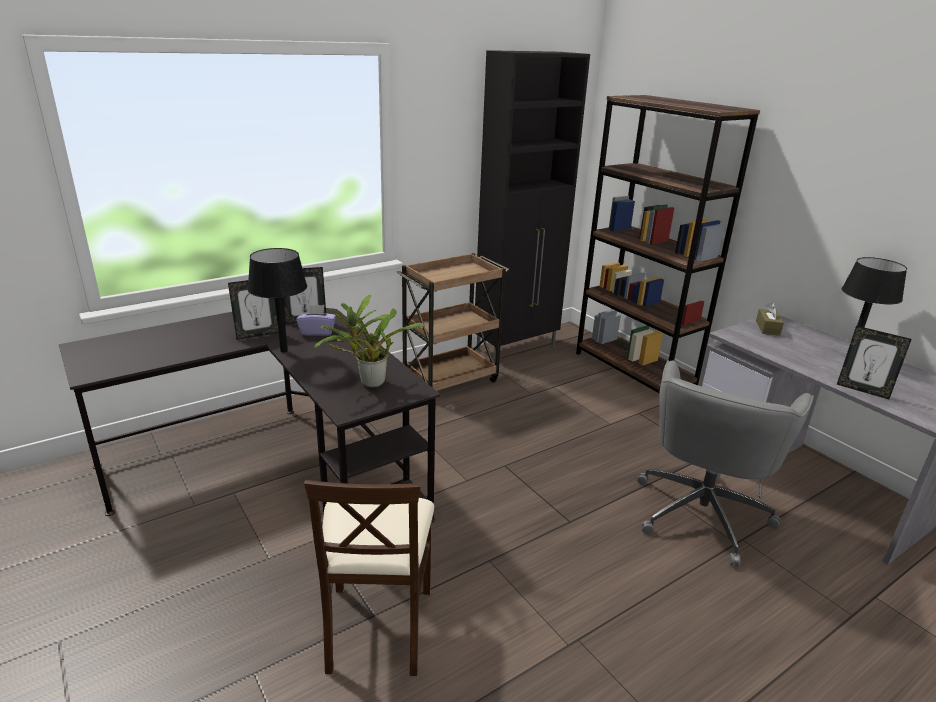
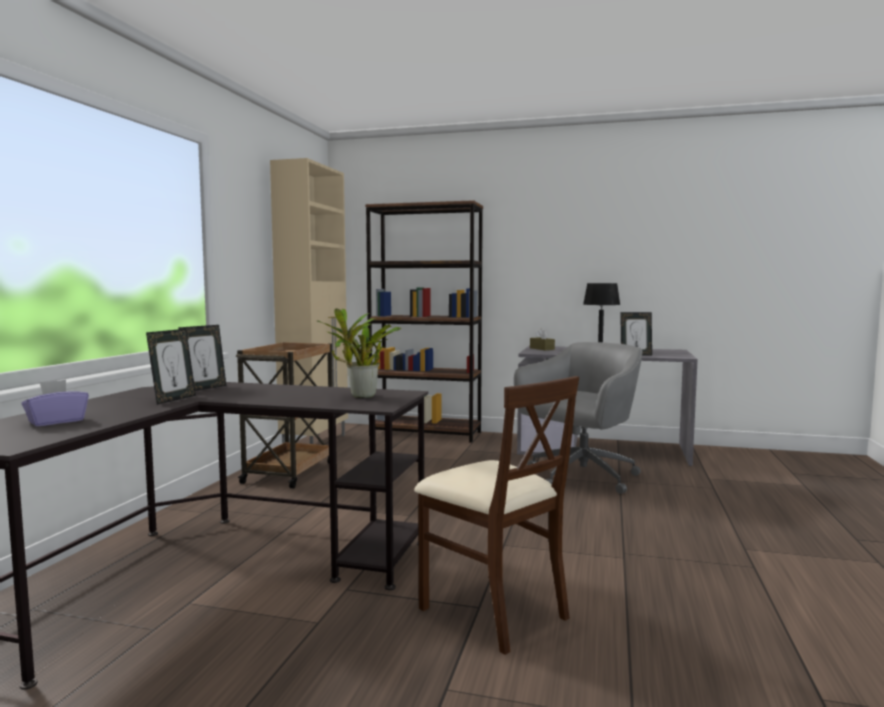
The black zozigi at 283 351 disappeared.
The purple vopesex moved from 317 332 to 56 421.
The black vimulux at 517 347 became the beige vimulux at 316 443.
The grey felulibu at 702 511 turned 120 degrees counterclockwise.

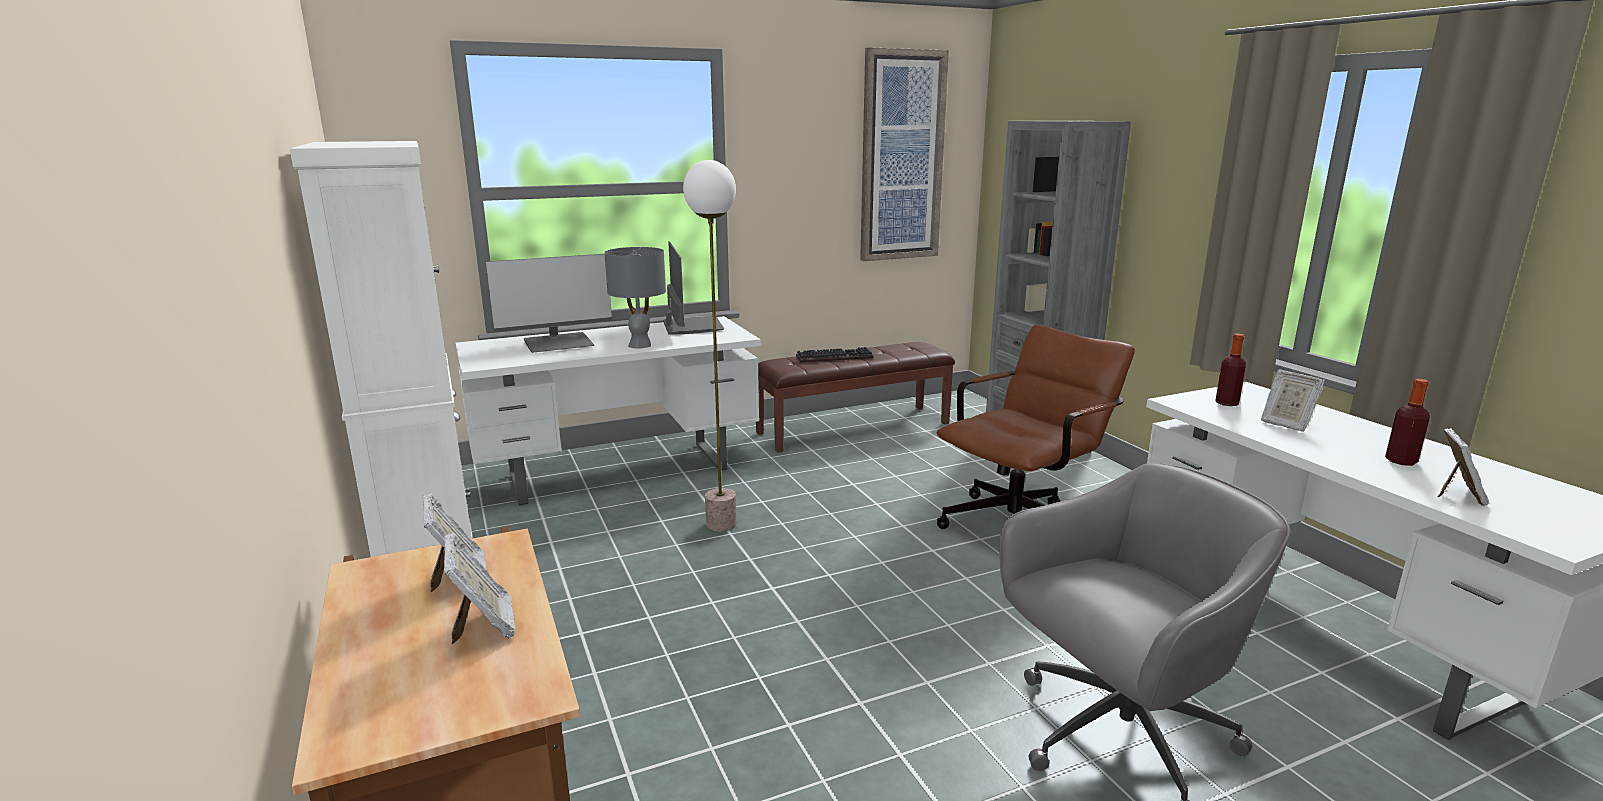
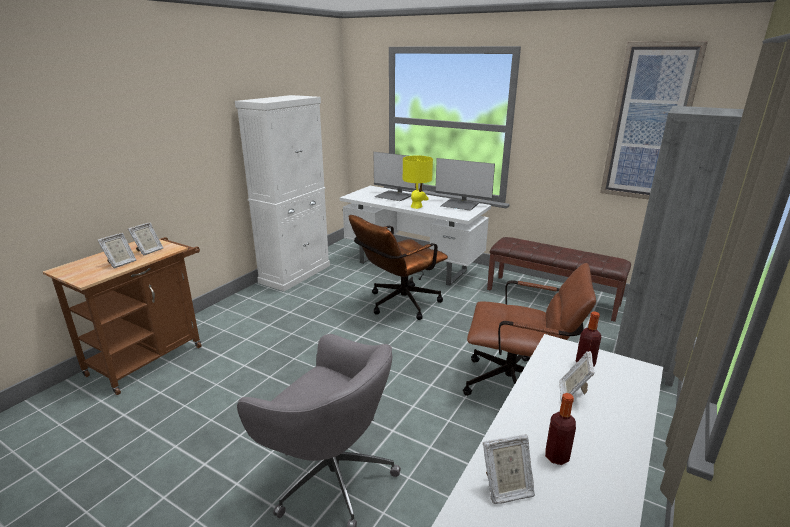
The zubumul at 835 357 disappeared.
The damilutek at 720 524 was replaced by the brown felulibu at 398 304.
The grey zozigi at 640 345 became the yellow zozigi at 416 206.
The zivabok at 690 326 turned 75 degrees clockwise.

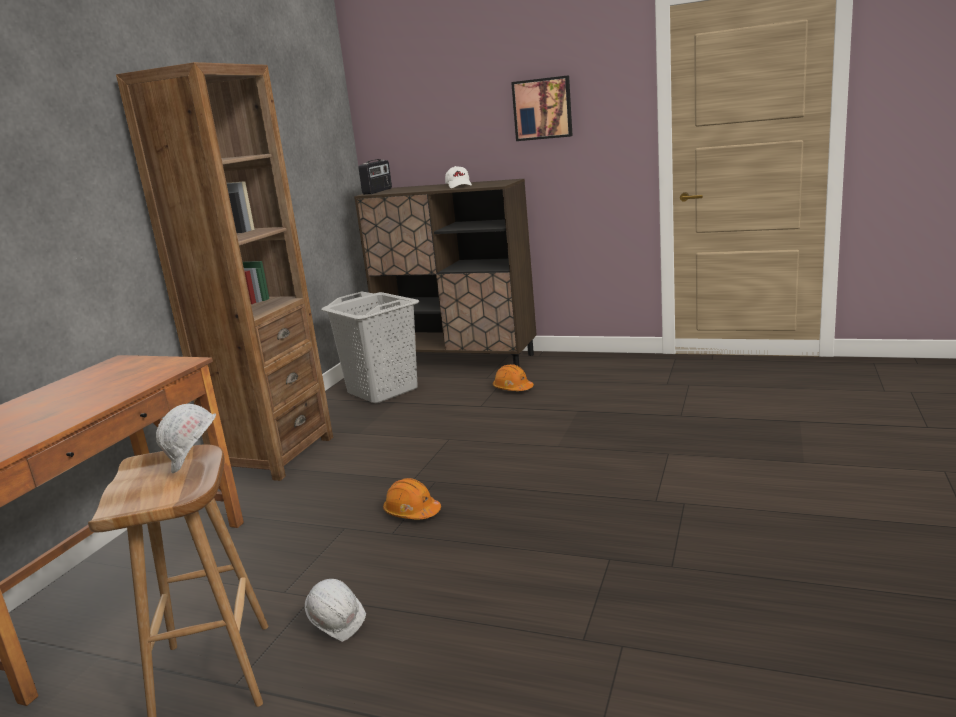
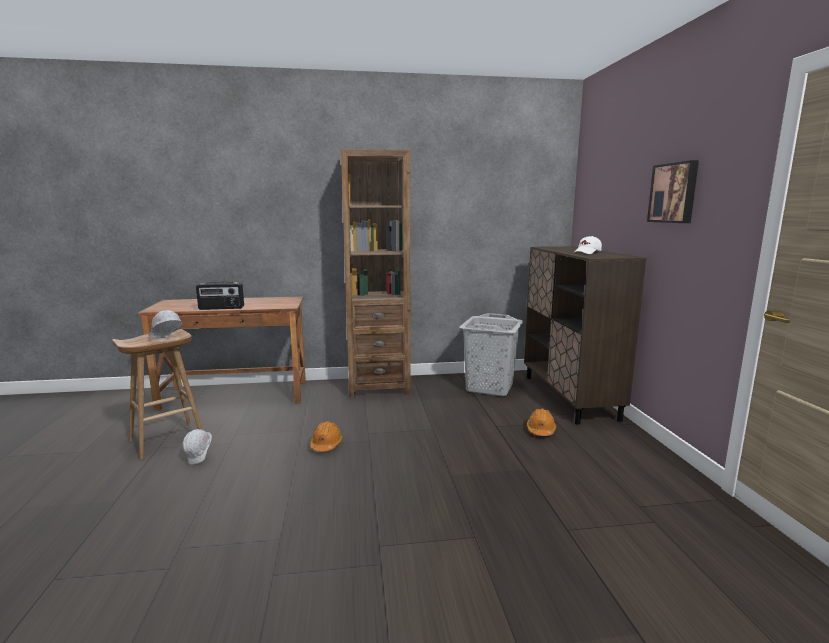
The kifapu moved from 378 191 to 221 308.

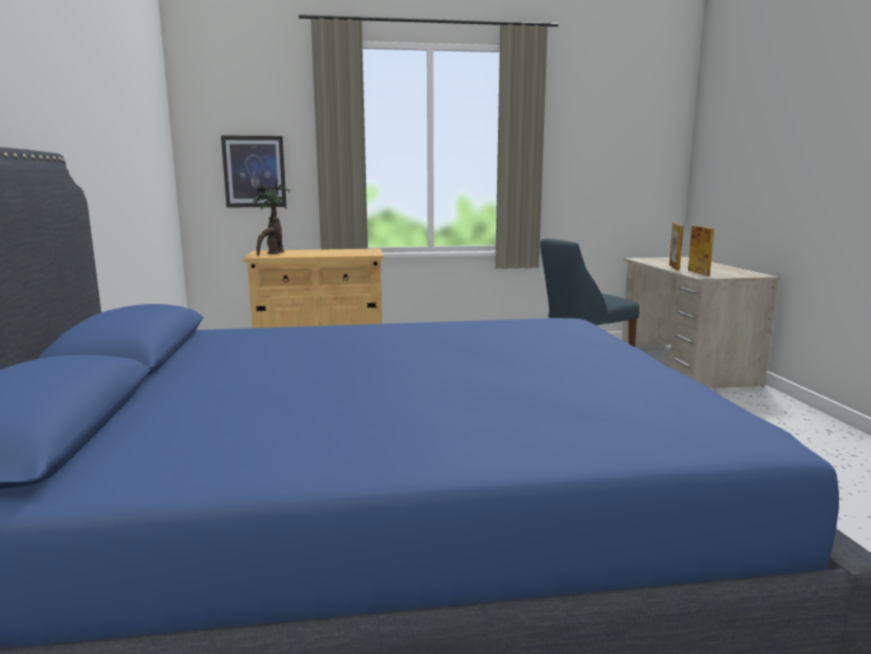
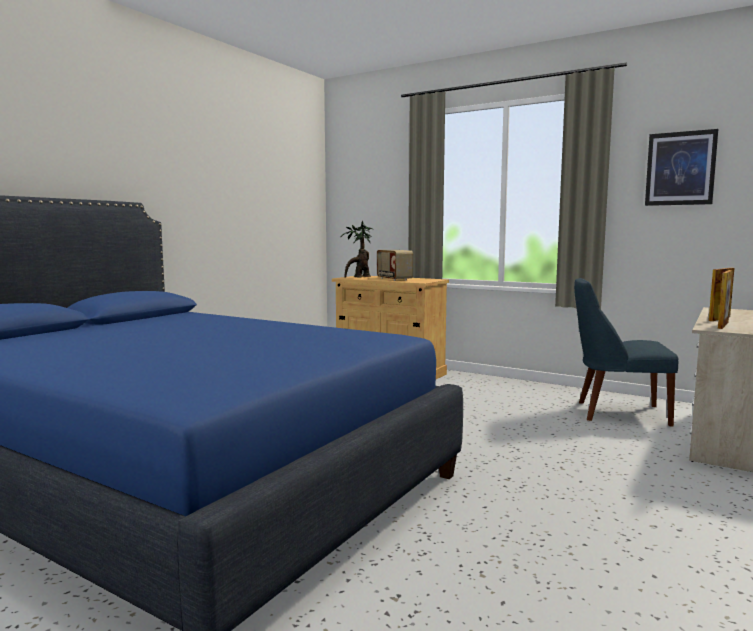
The kifapu at 393 279 appeared.
The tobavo moved from 254 171 to 680 168.

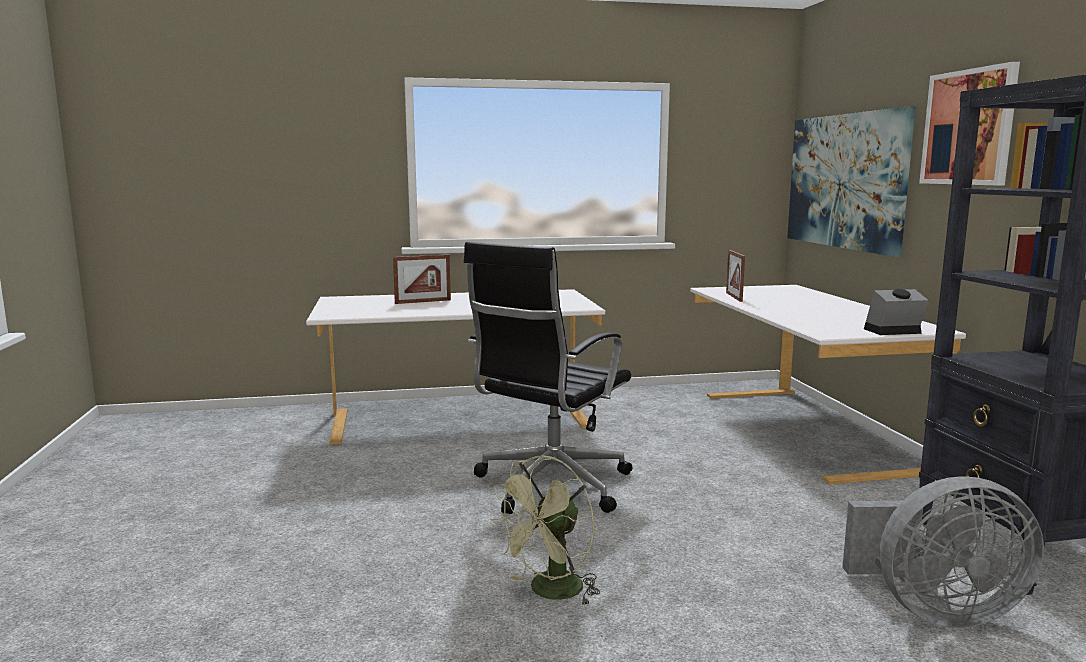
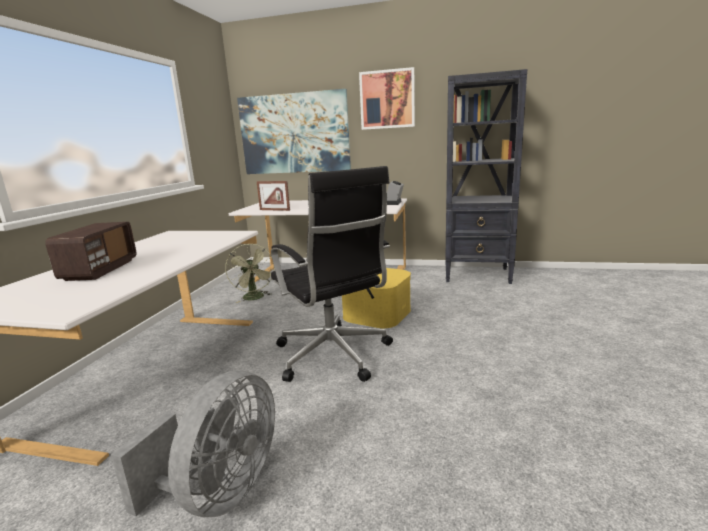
The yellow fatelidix at 377 313 appeared.
The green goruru moved from 550 592 to 255 298.
The grey goruru moved from 934 611 to 220 492.
The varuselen at 423 301 was replaced by the kifapu at 100 270.

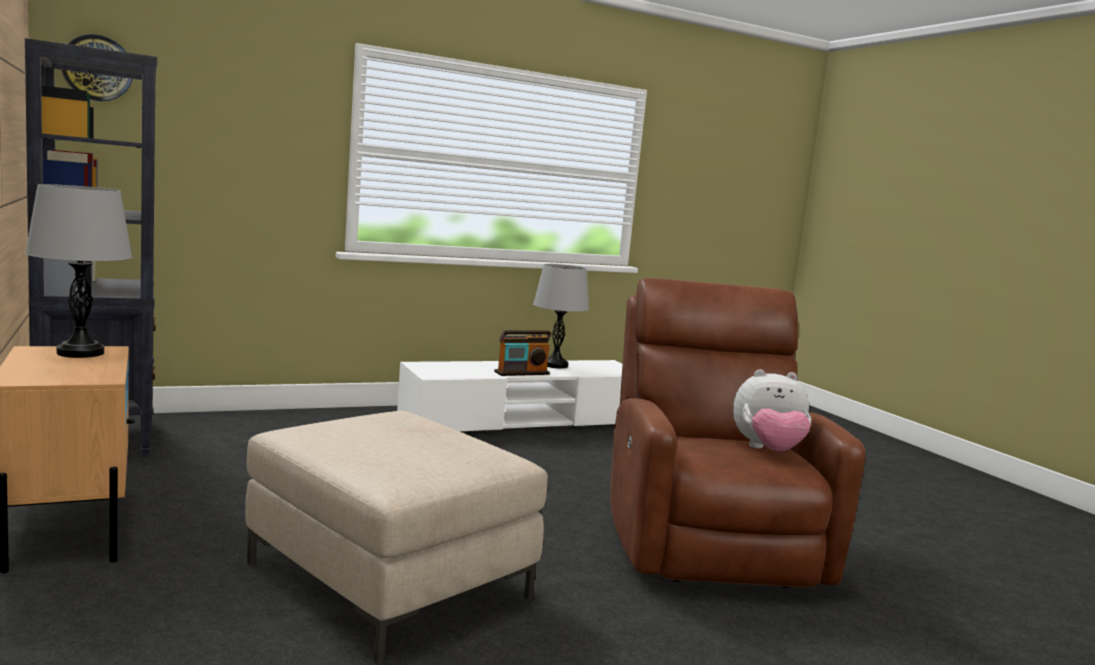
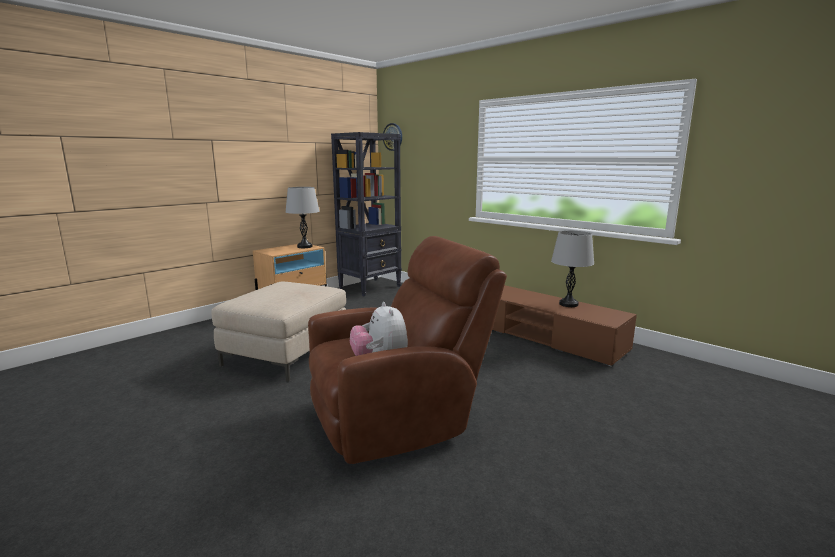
The kifapu at 522 373 disappeared.
The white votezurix at 523 420 became the brown votezurix at 538 335.

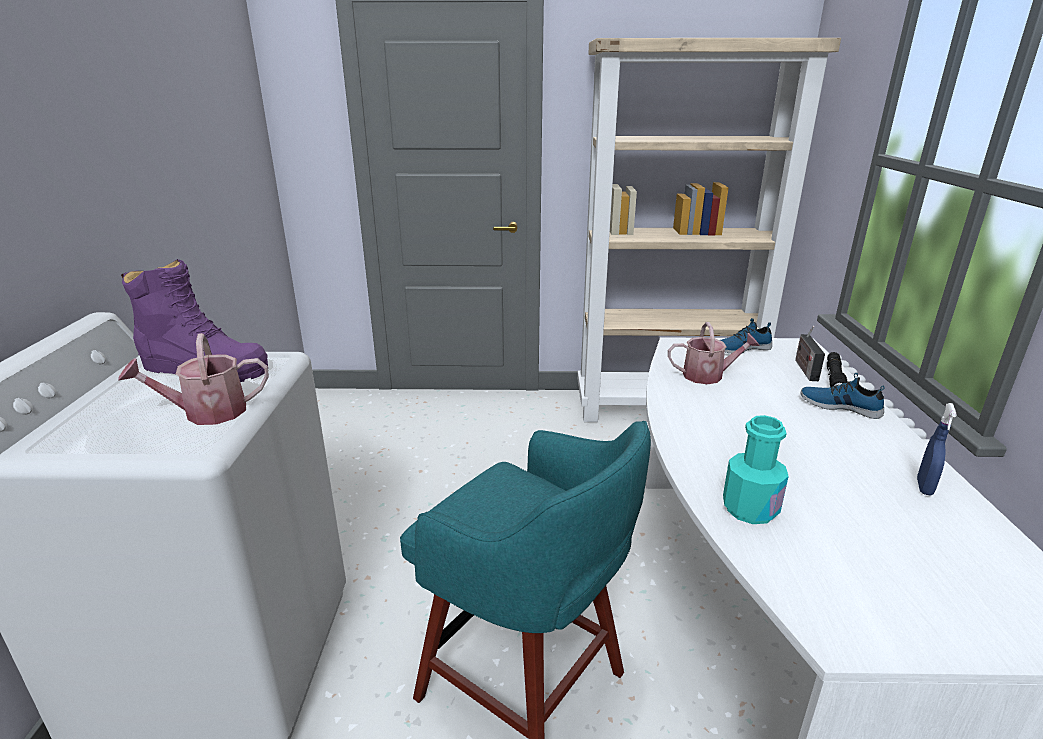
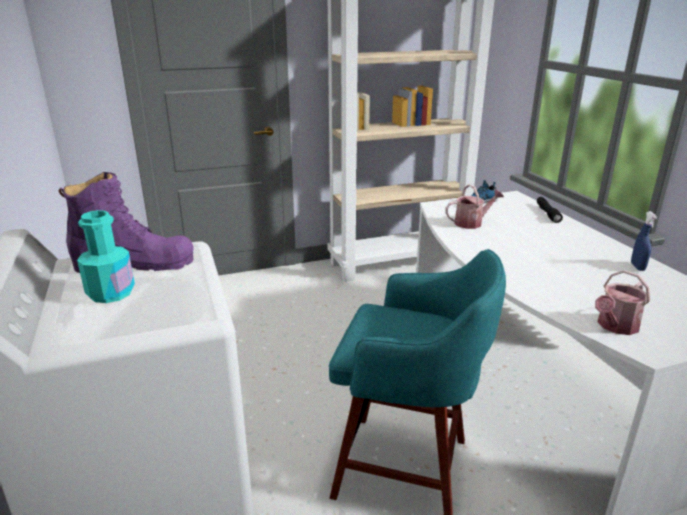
The kifapu at 804 369 disappeared.
The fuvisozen at 840 406 disappeared.
The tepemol moved from 207 413 to 615 326.
The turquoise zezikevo moved from 750 509 to 111 293.

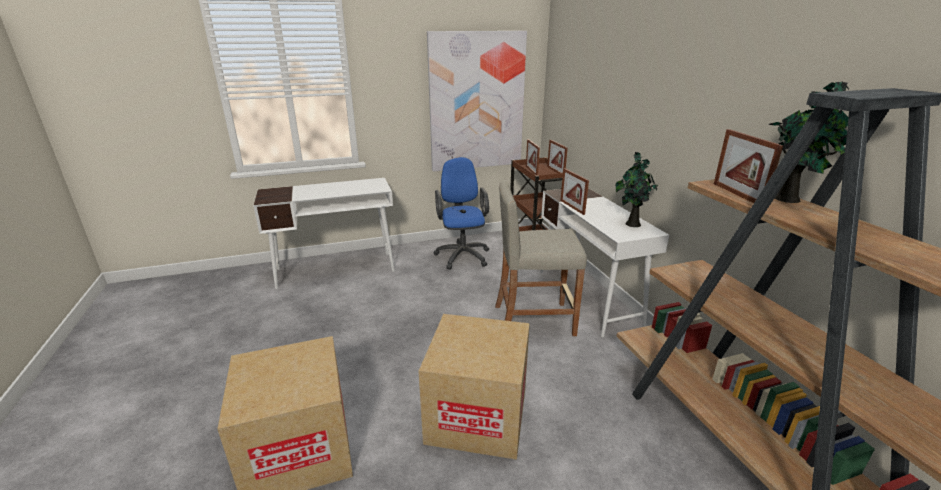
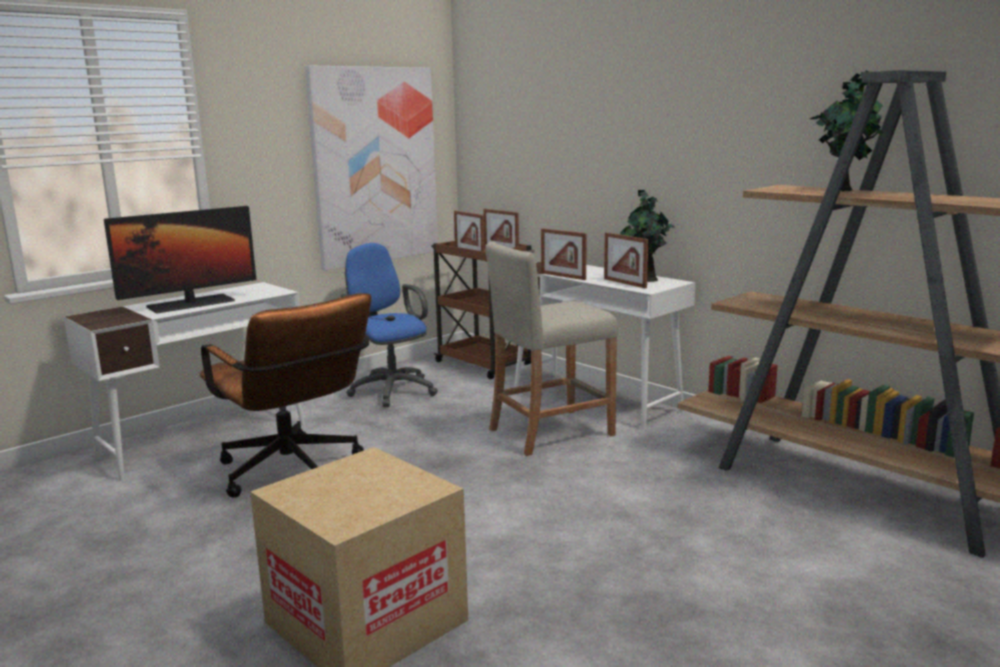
The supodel at 477 416 disappeared.
The zivabok at 191 304 appeared.
The brown felulibu at 295 474 appeared.
The varuselen moved from 737 194 to 624 283.

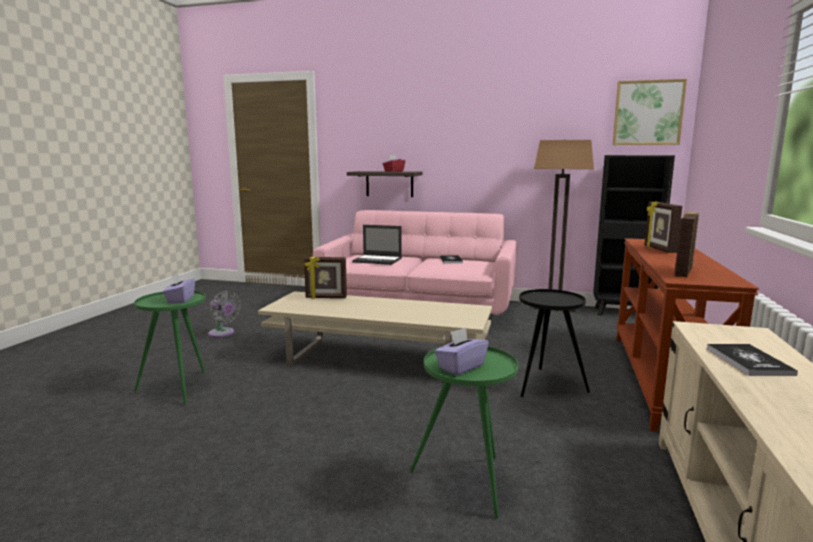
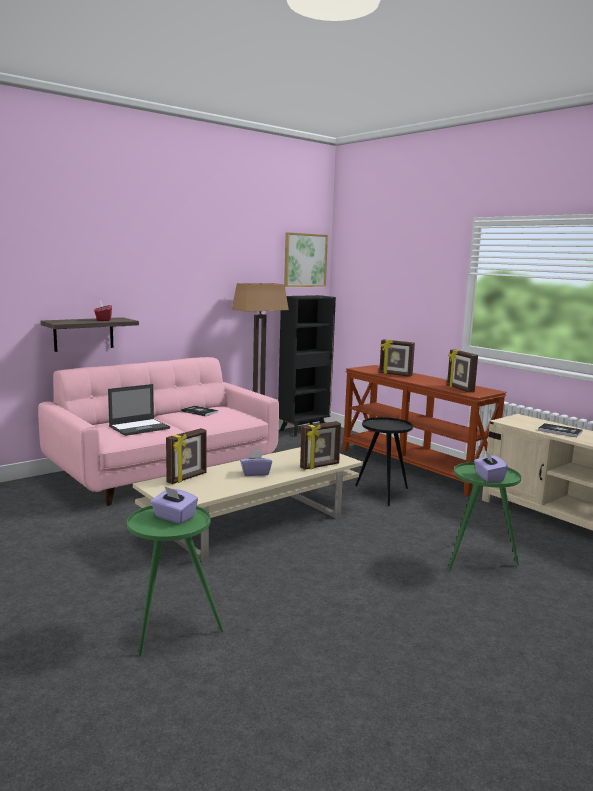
The grey goruru at 223 334 disappeared.
The purple vopesex at 255 473 appeared.
The varuselen at 320 466 appeared.

